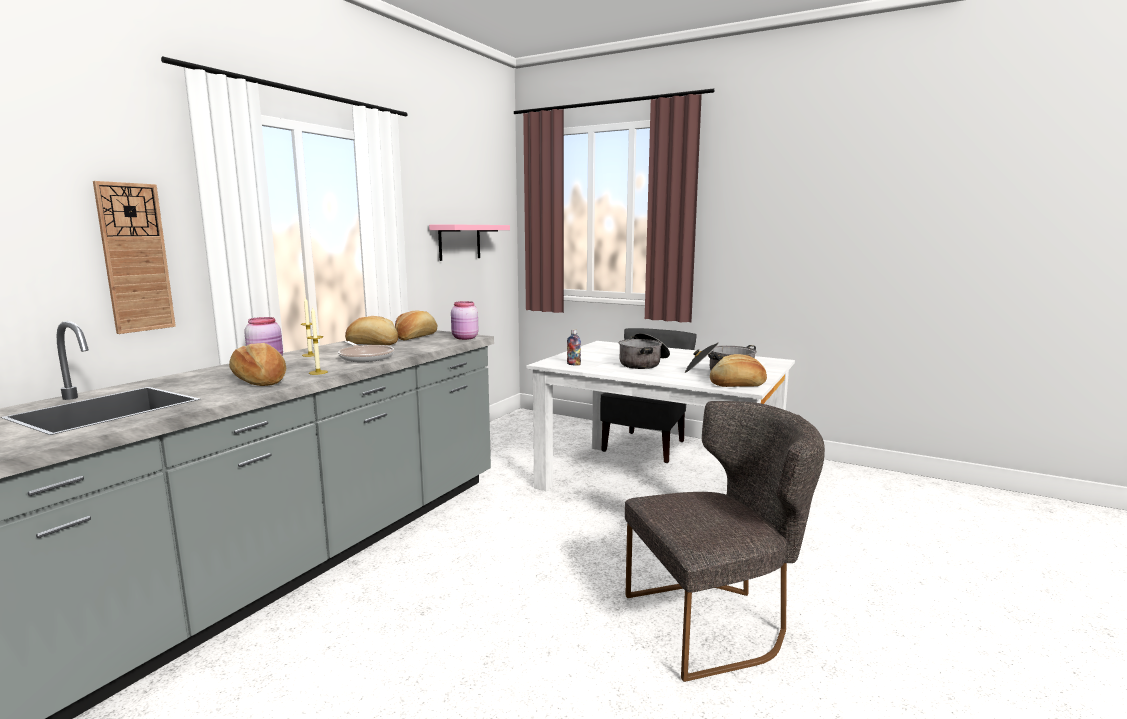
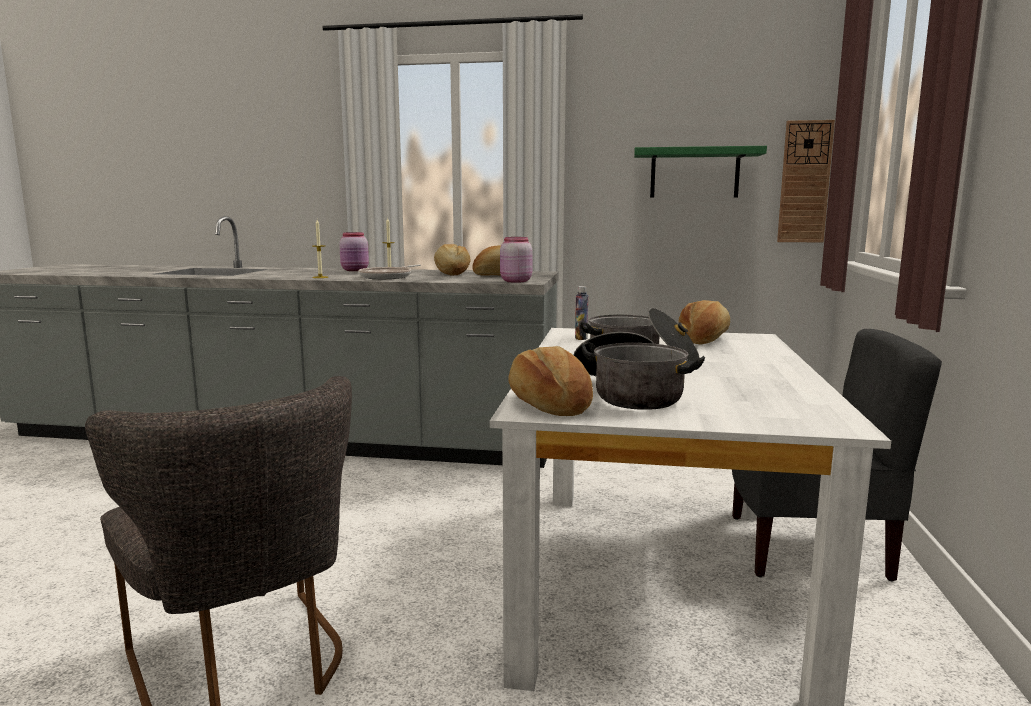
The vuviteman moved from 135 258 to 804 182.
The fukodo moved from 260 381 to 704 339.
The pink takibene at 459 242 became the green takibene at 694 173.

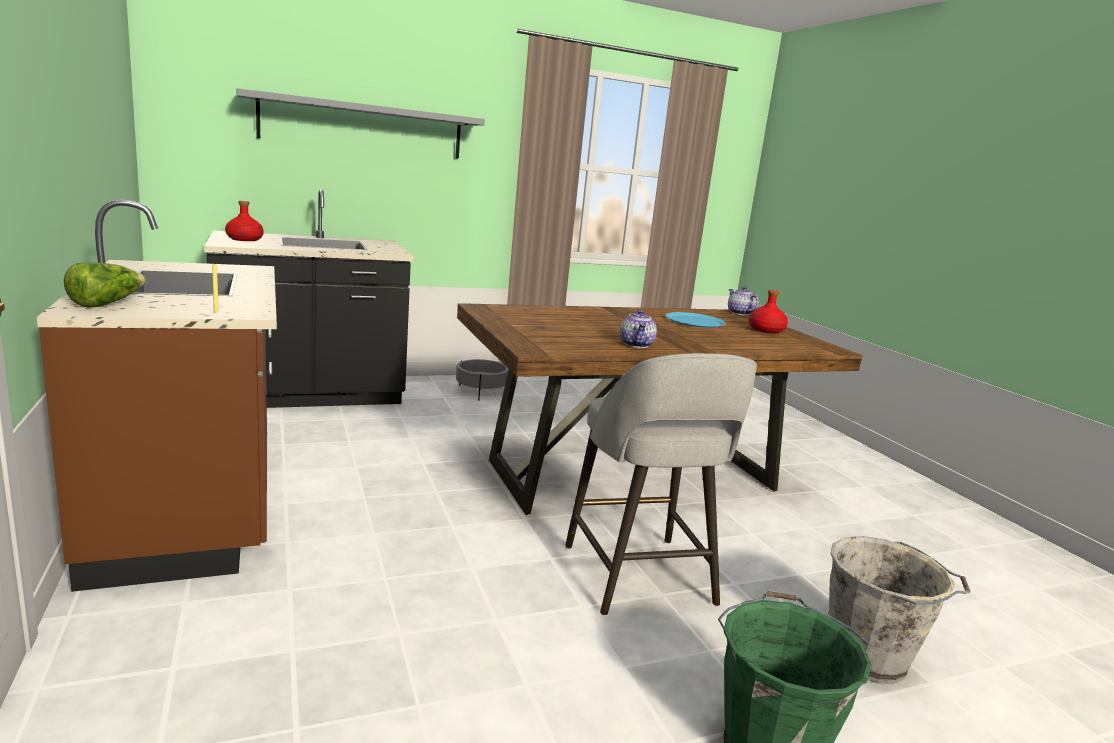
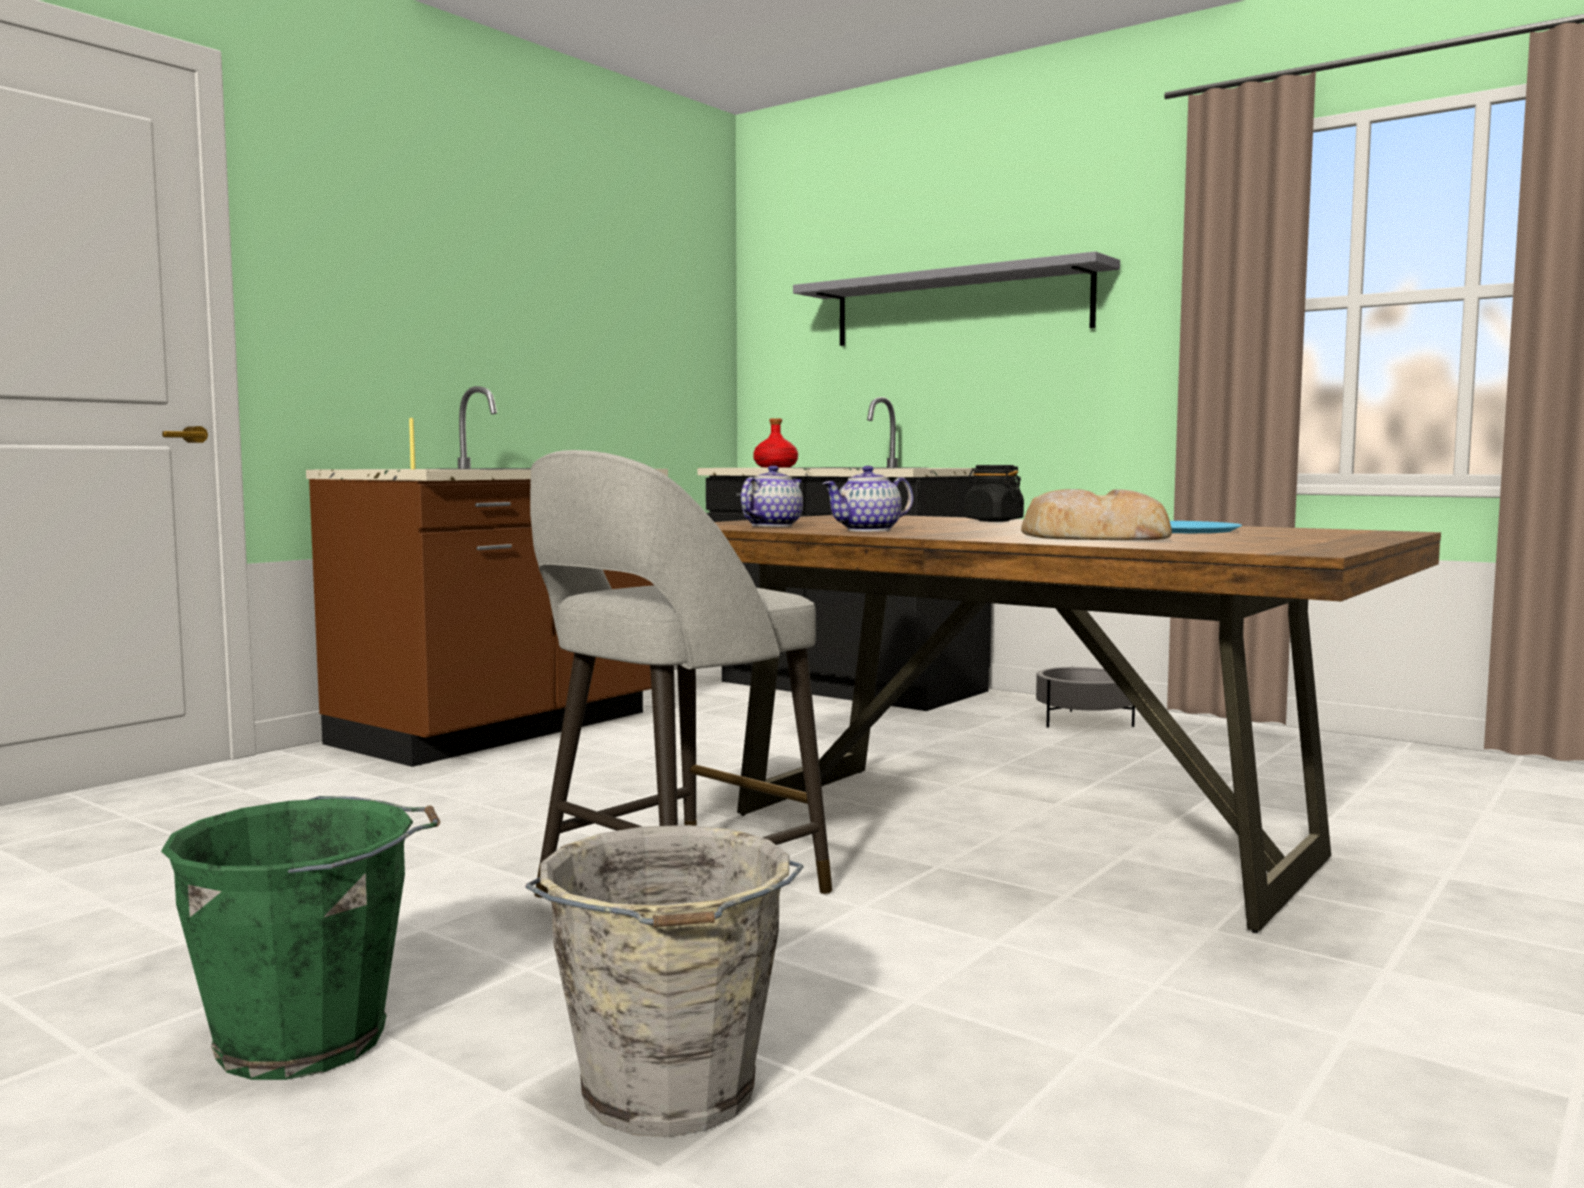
The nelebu at 107 303 disappeared.
The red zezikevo at 766 330 disappeared.
The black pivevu at 993 521 appeared.
The fukodo at 1093 536 appeared.
The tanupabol moved from 739 313 to 771 526.

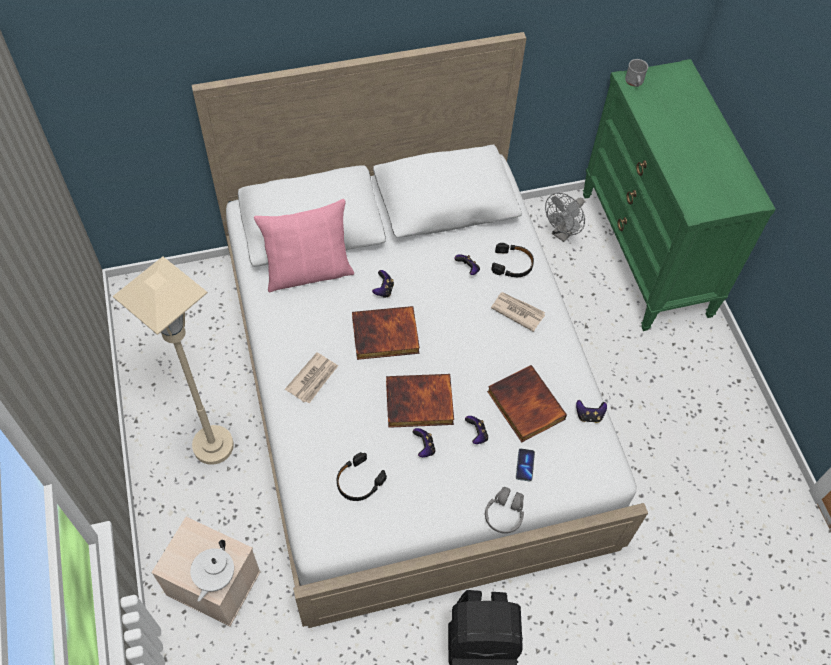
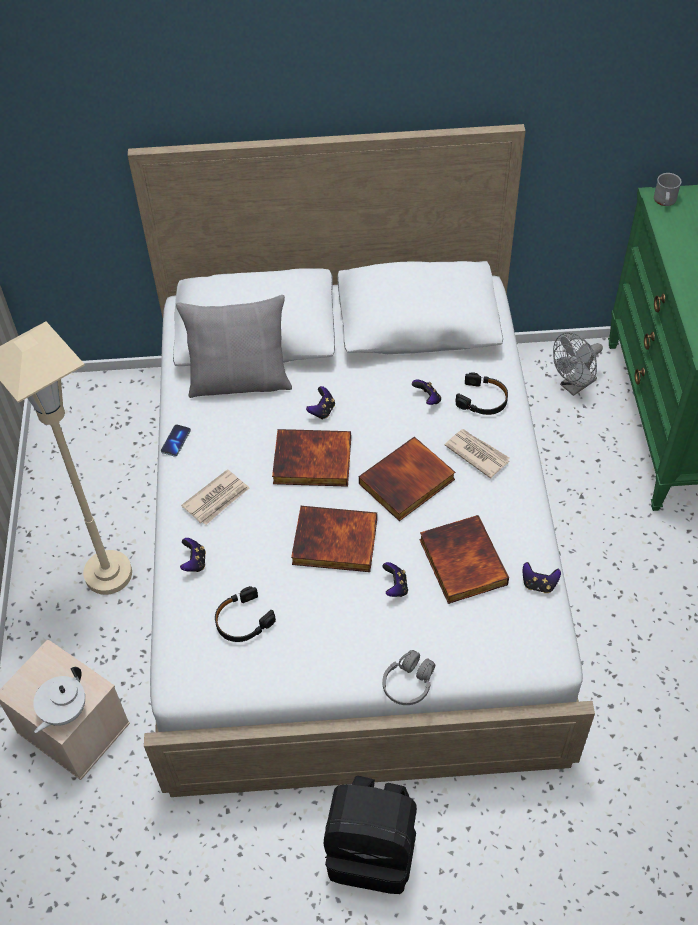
The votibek at 407 483 appeared.
The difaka moved from 424 447 to 194 562.
The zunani moved from 525 465 to 176 441.
The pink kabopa at 308 271 became the grey kabopa at 240 380.

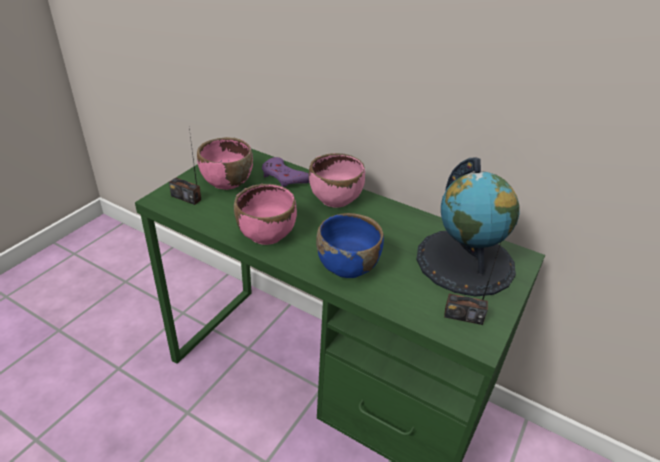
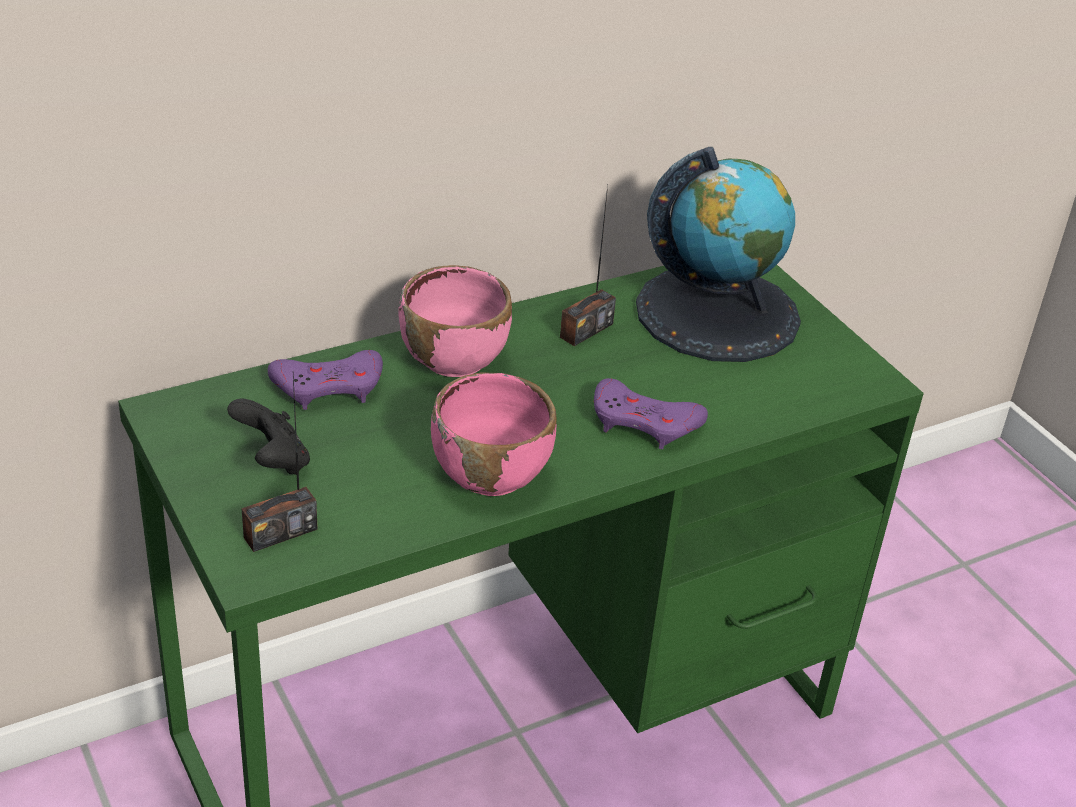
The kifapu moved from 463 316 to 586 330.
The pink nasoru at 227 182 was replaced by the black difaka at 273 461.
The blue nasoru at 347 265 was replaced by the purple difaka at 644 422.

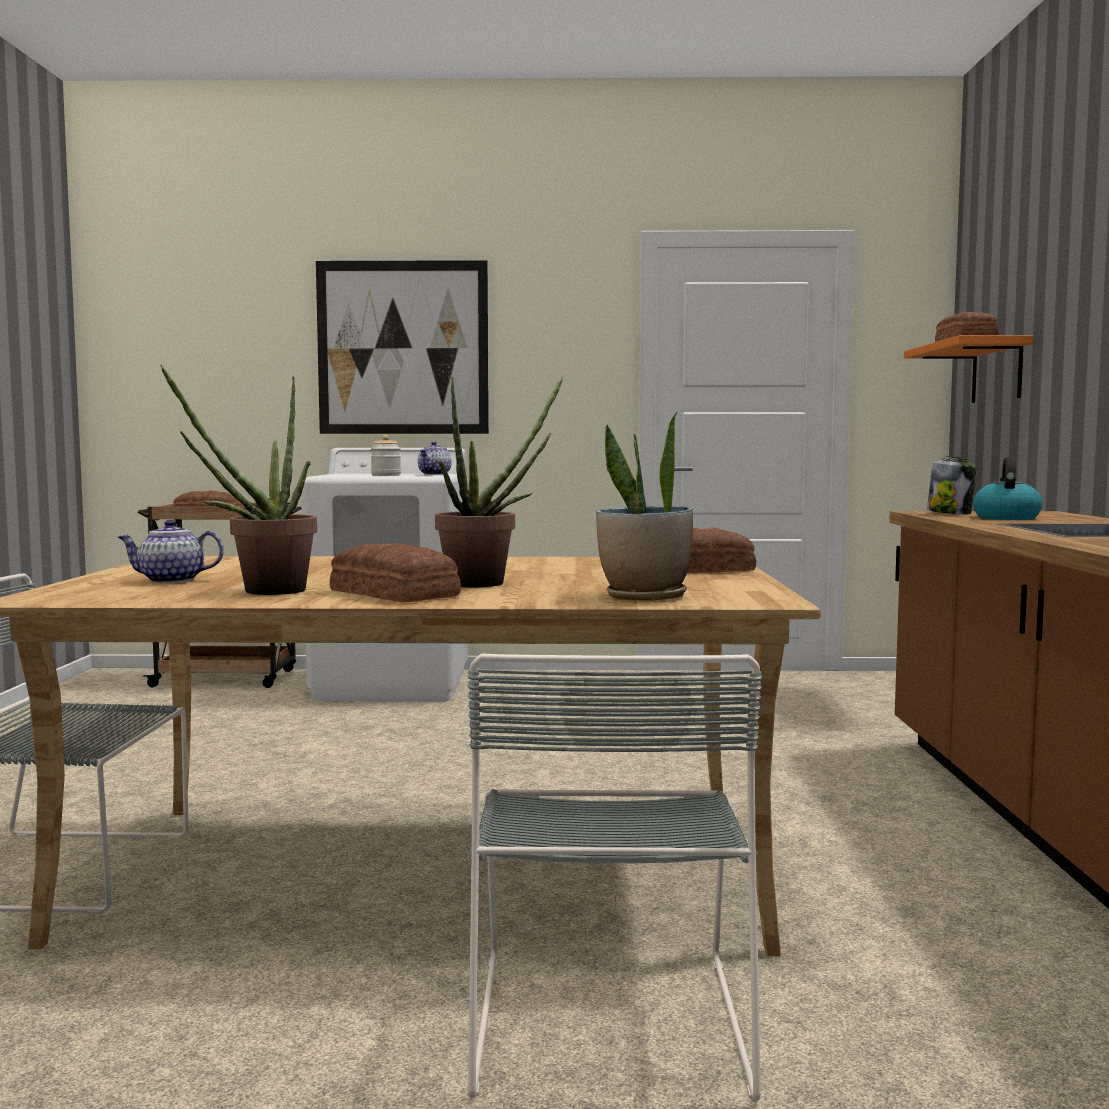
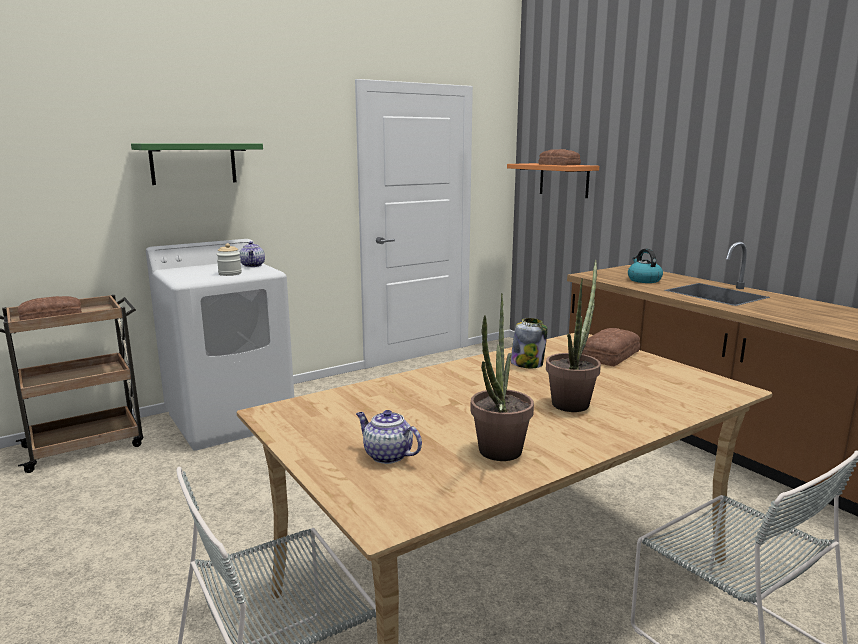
The fukodo at 393 594 disappeared.
The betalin at 645 596 disappeared.
The pivevu moved from 950 513 to 527 364.
The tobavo at 403 348 was replaced by the green takibene at 193 163.
The tanupabol at 170 580 turned 75 degrees clockwise.

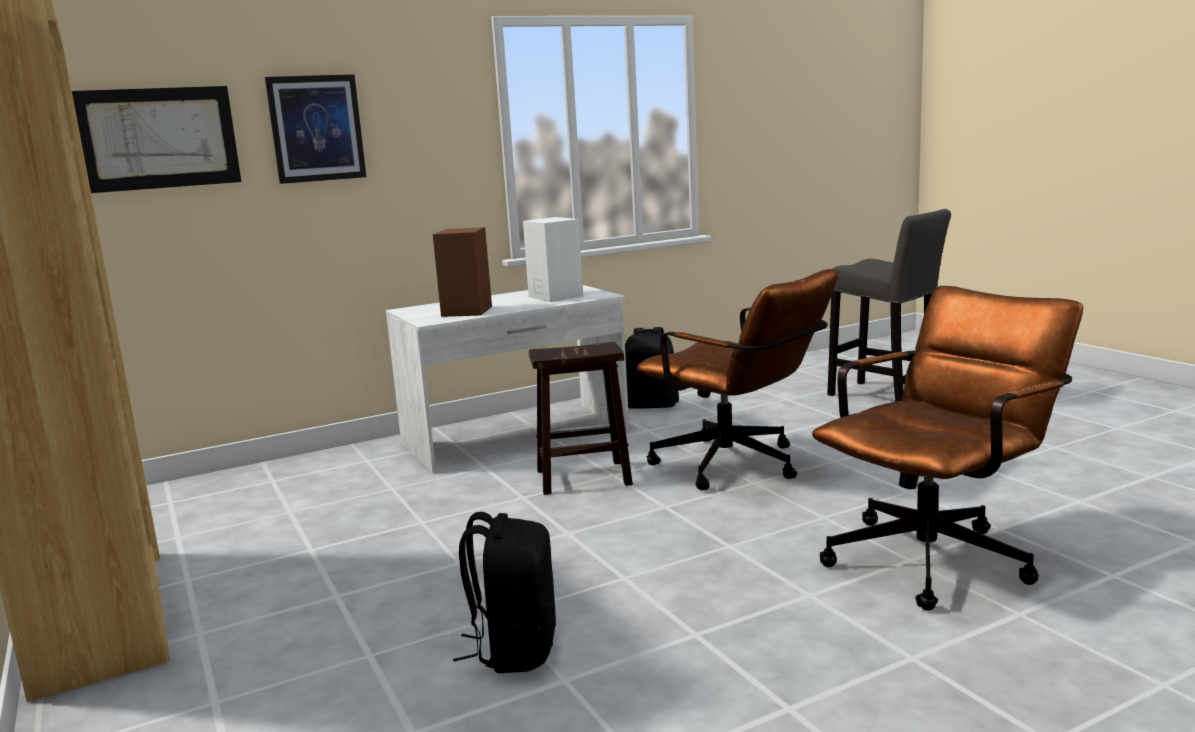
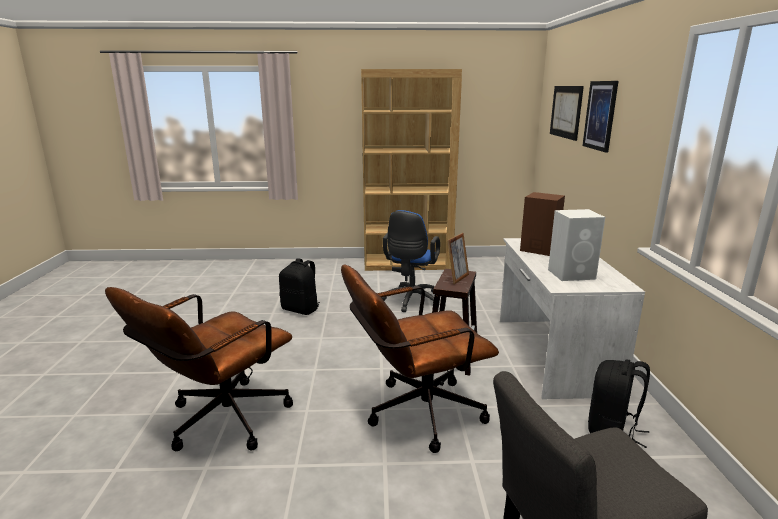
The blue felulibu at 410 301 appeared.
The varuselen at 457 278 appeared.
The brown felulibu at 938 556 turned 45 degrees clockwise.

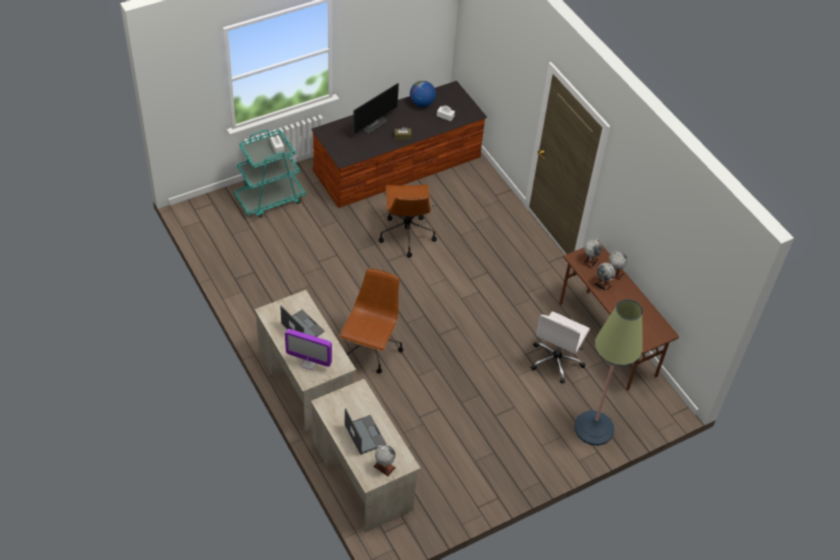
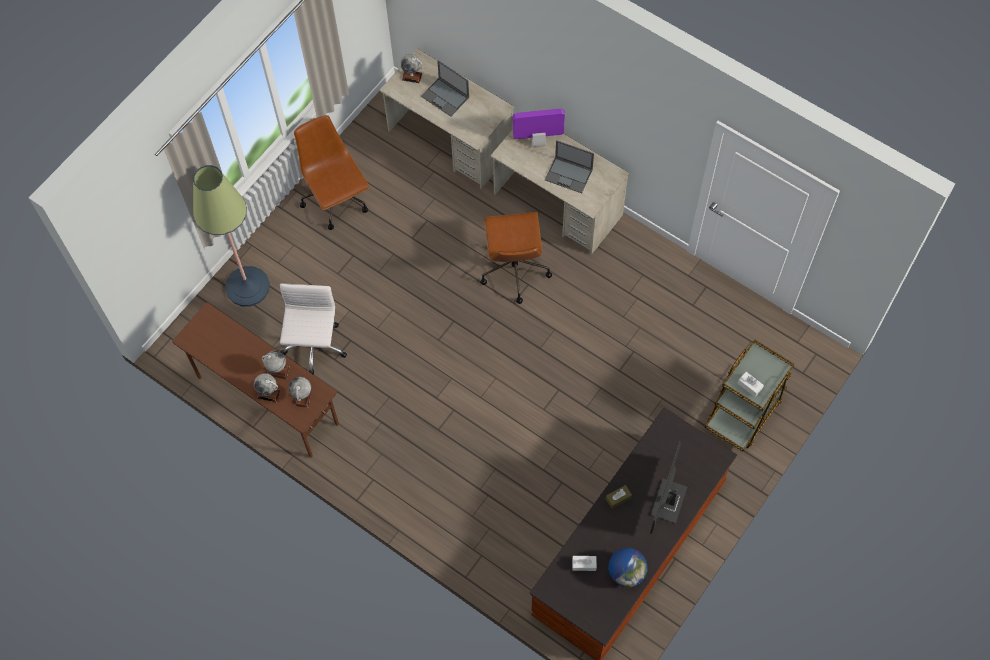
The brown felulibu moved from 406 234 to 337 200.
The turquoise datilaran at 270 199 became the brown datilaran at 744 411.

